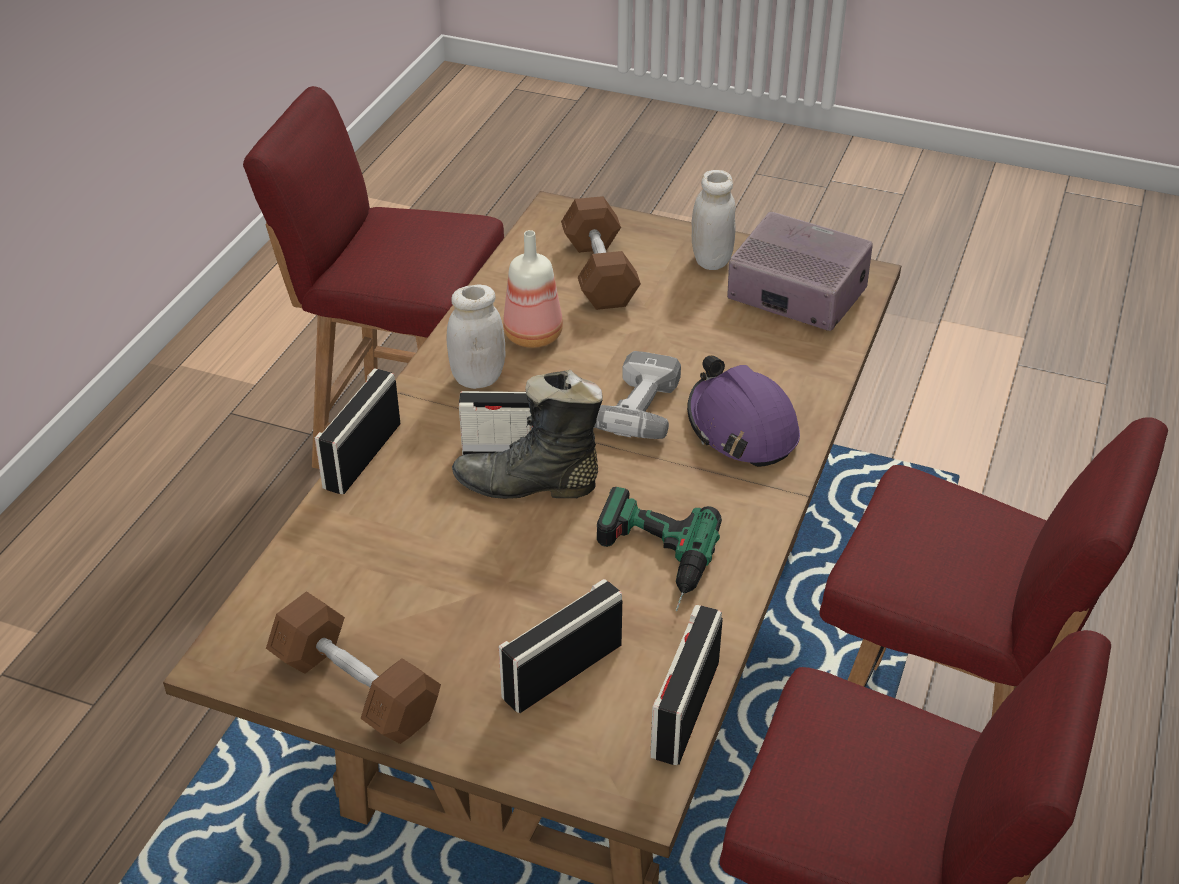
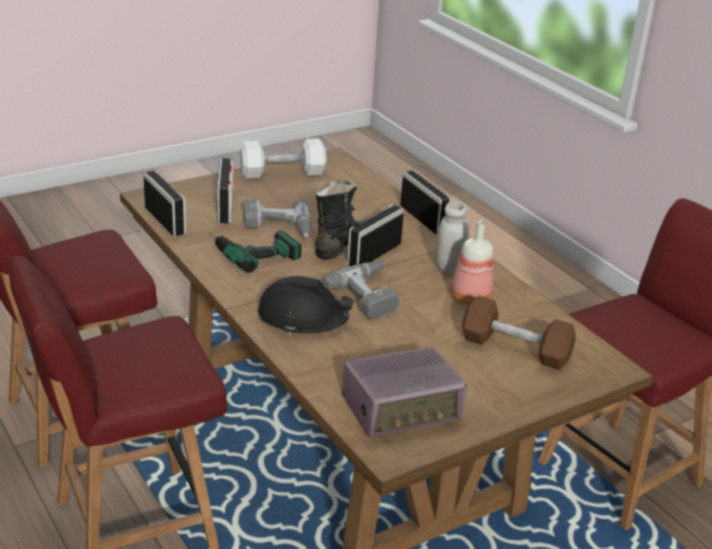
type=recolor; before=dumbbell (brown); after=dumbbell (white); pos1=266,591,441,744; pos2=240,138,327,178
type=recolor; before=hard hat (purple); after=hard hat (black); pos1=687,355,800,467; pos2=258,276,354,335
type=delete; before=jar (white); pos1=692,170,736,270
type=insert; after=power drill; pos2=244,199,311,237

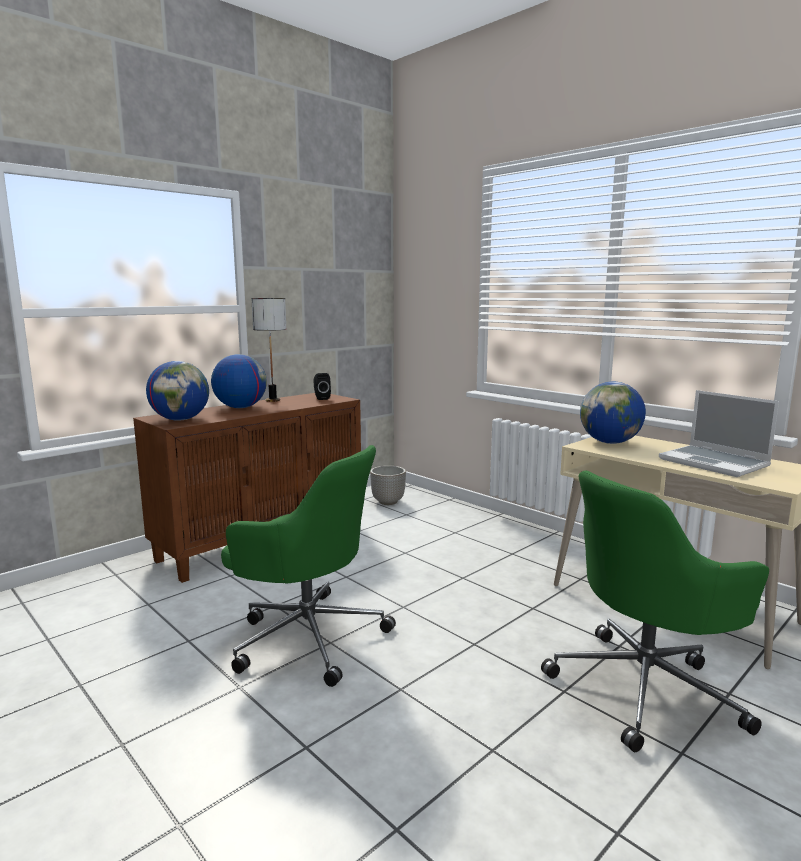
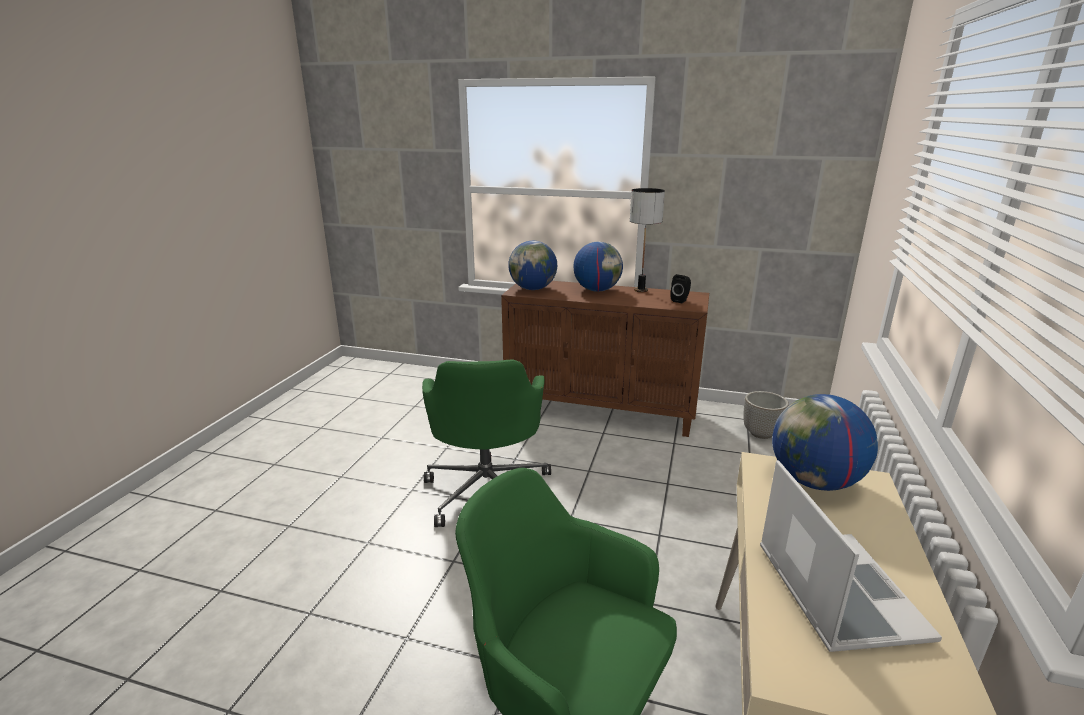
type=rotate; before=laptop; pos1=659,390,779,477; pos2=760,460,942,652; turn=150

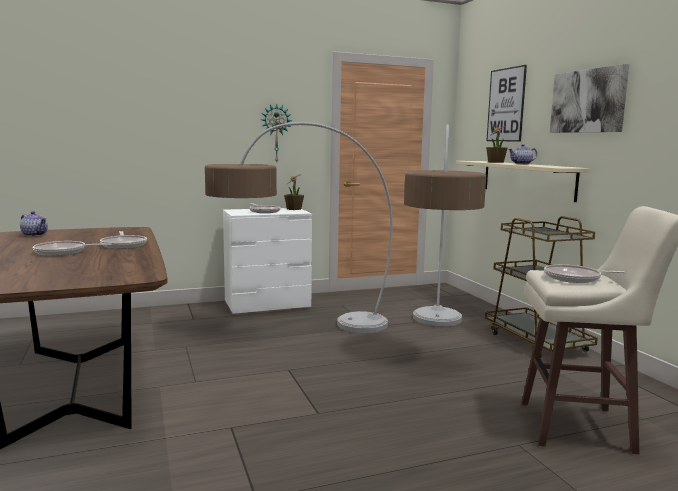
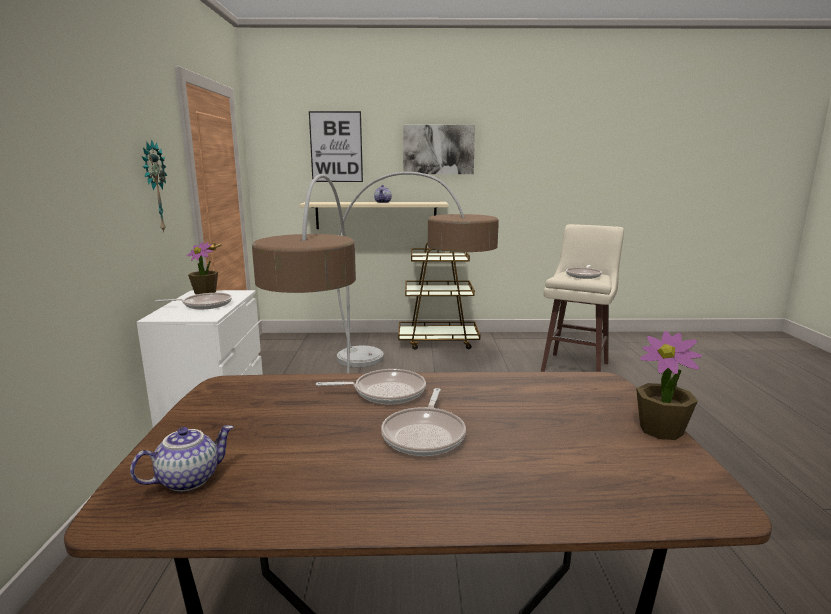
type=move; before=potted plant; pos1=486,125,508,163; pos2=636,331,702,440

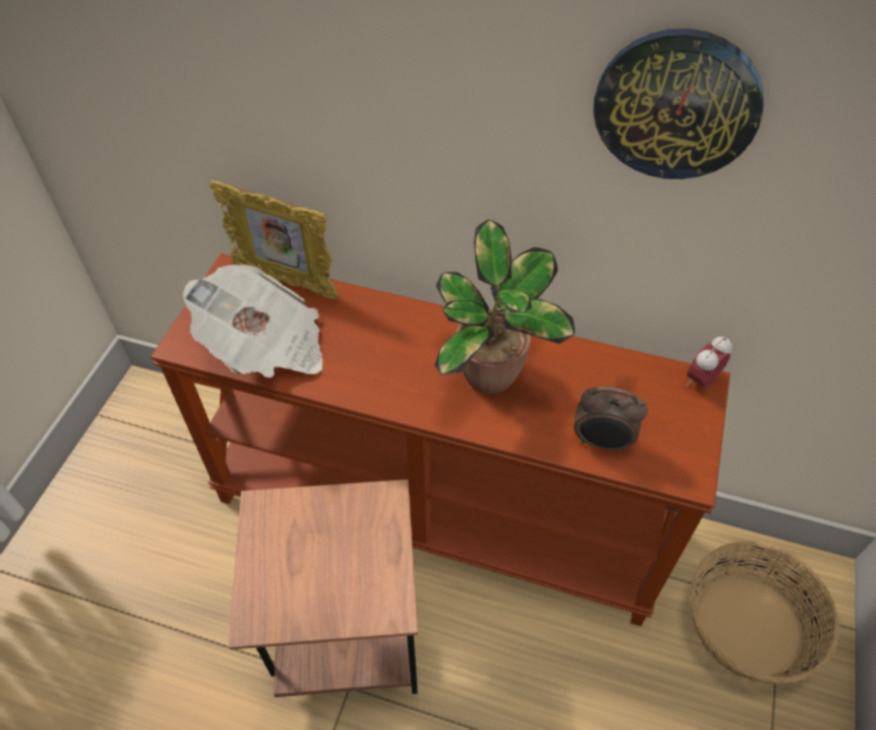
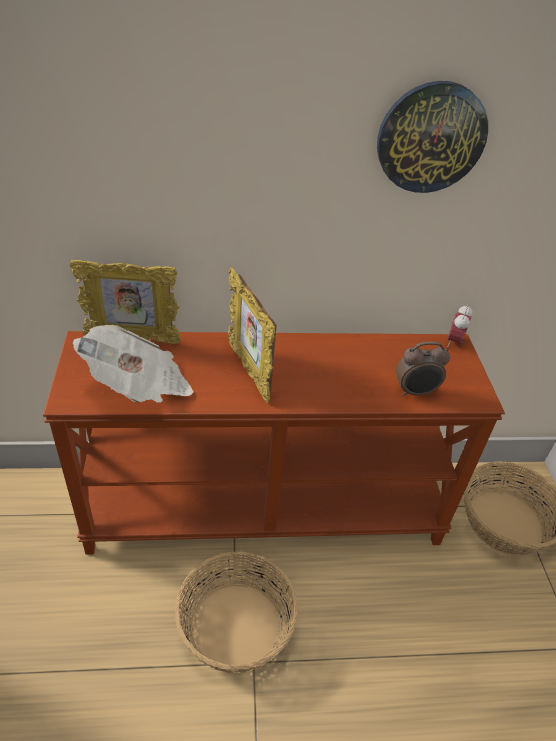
type=replace; before=side table (brown); after=basket; pos1=229,479,418,697; pos2=175,552,298,673
type=delete; before=potted plant; pos1=435,220,575,394
type=insert; after=picture frame; pos2=228,267,277,403

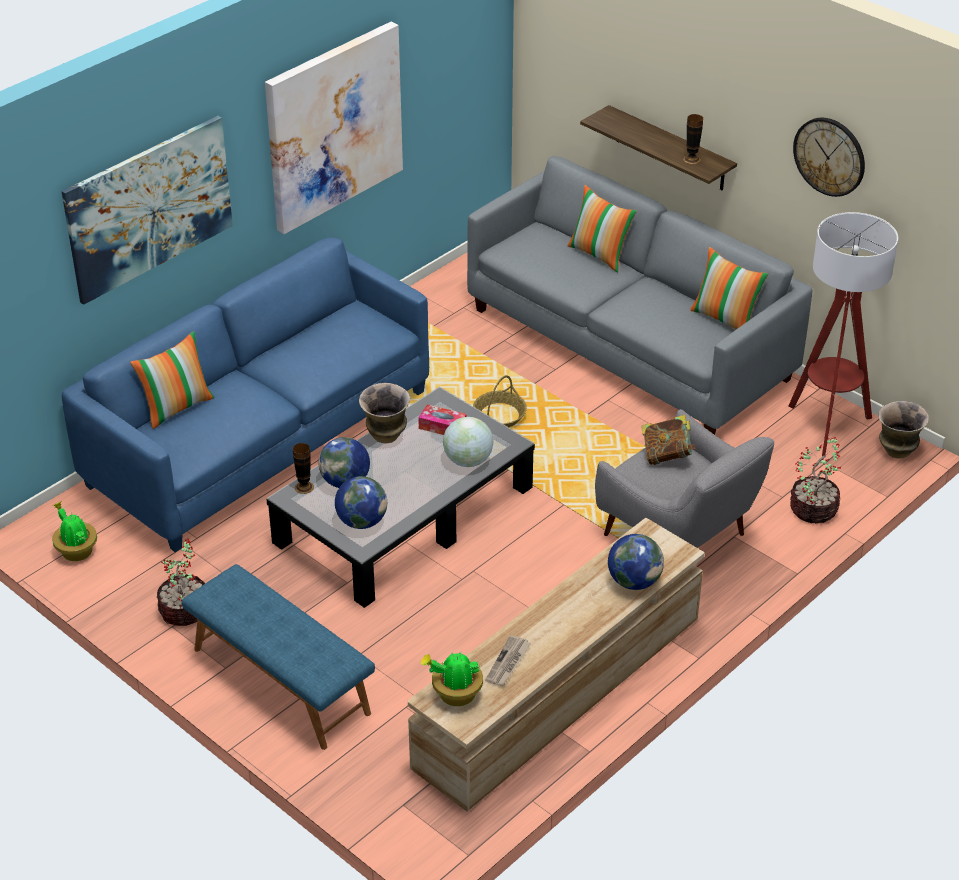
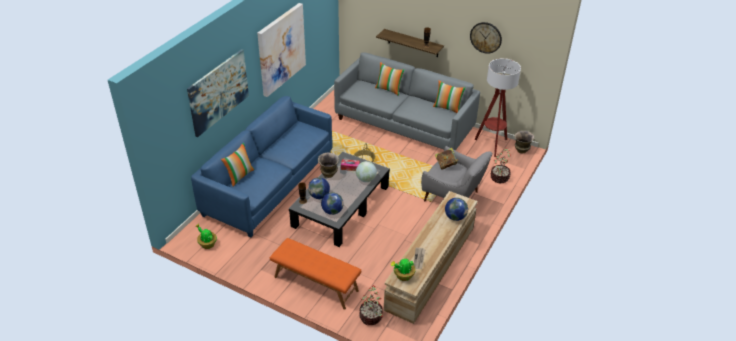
type=move; before=potted plant; pos1=157,539,205,626; pos2=359,285,383,325
type=recolor; before=bench (blue); after=bench (orange); pos1=182,564,375,750; pos2=270,238,361,310

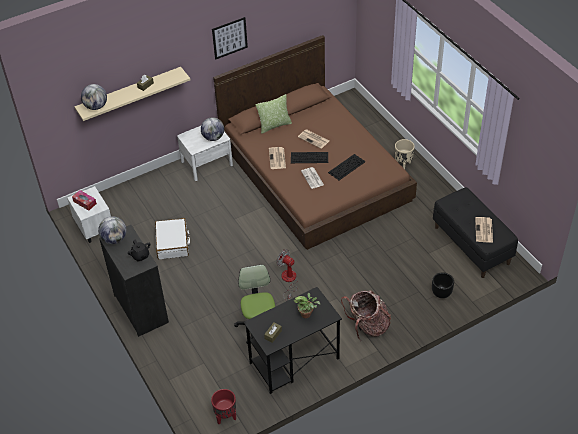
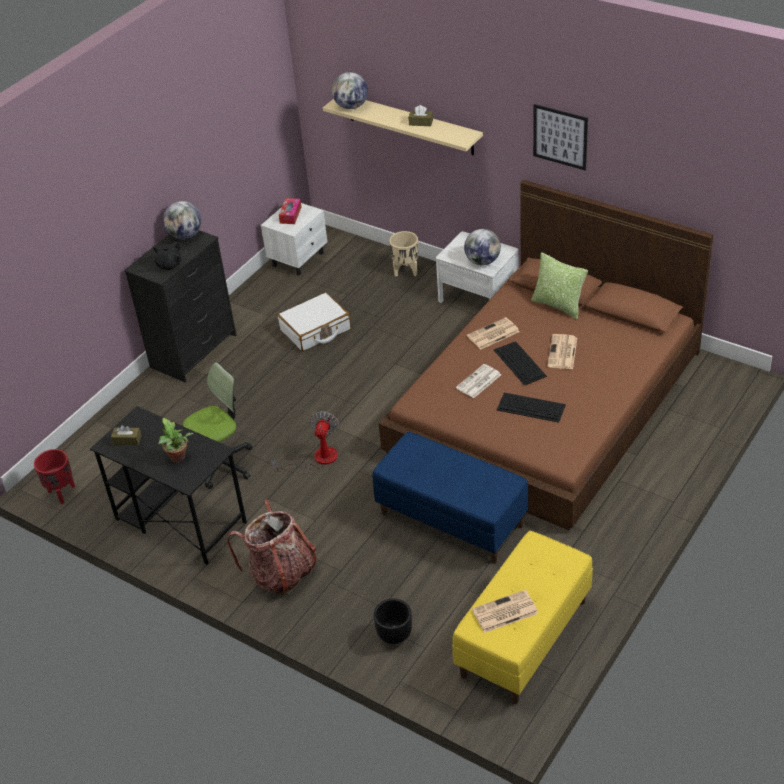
type=move; before=planter (beige); pos1=395,139,415,169; pos2=389,231,418,276
type=recolor; before=bench (black); after=bench (yellow); pos1=433,187,518,278; pos2=452,531,593,704
type=insert; after=bench (blue); pos2=372,432,528,564

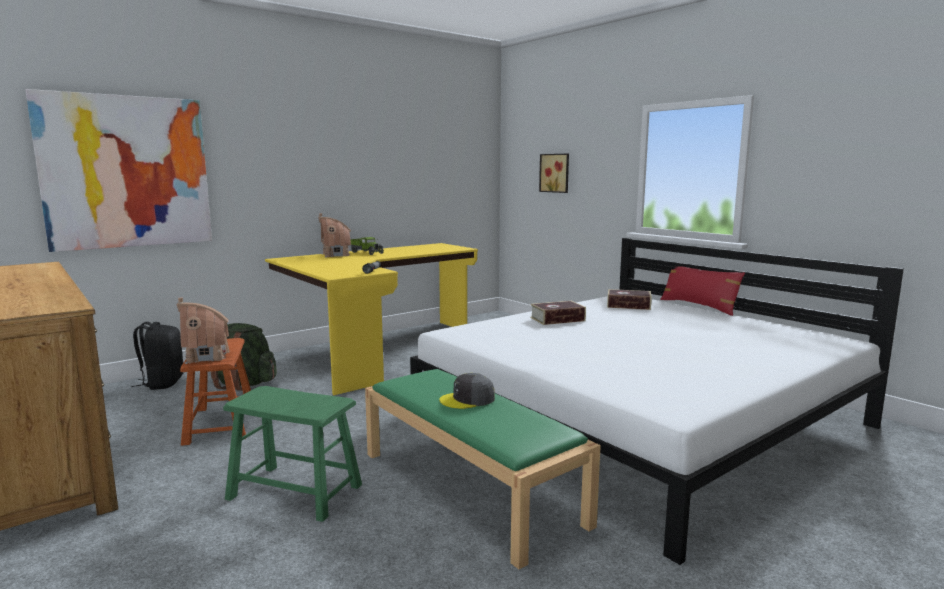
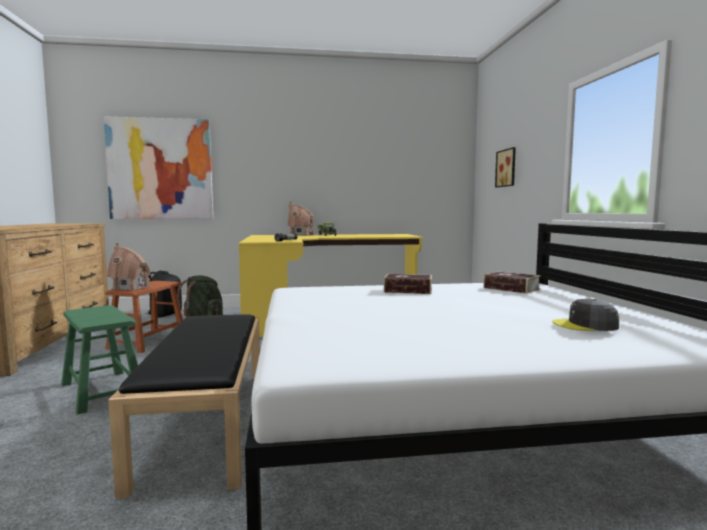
type=recolor; before=bench (green); after=bench (black); pos1=365,369,601,569; pos2=108,314,260,499
type=move; before=cap (grey); pos1=439,373,495,409; pos2=552,299,619,331
type=delete; before=pillow (red); pos1=660,266,745,316

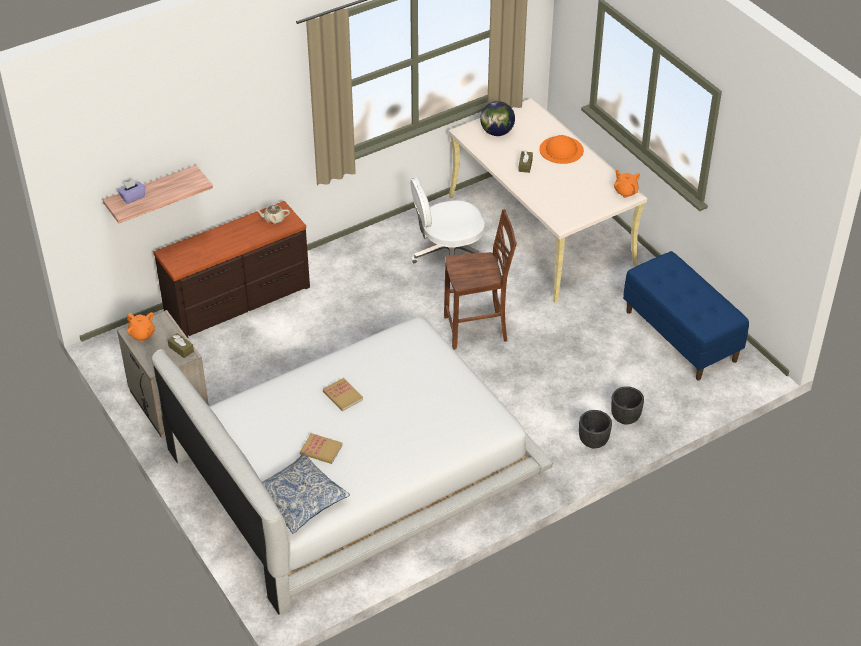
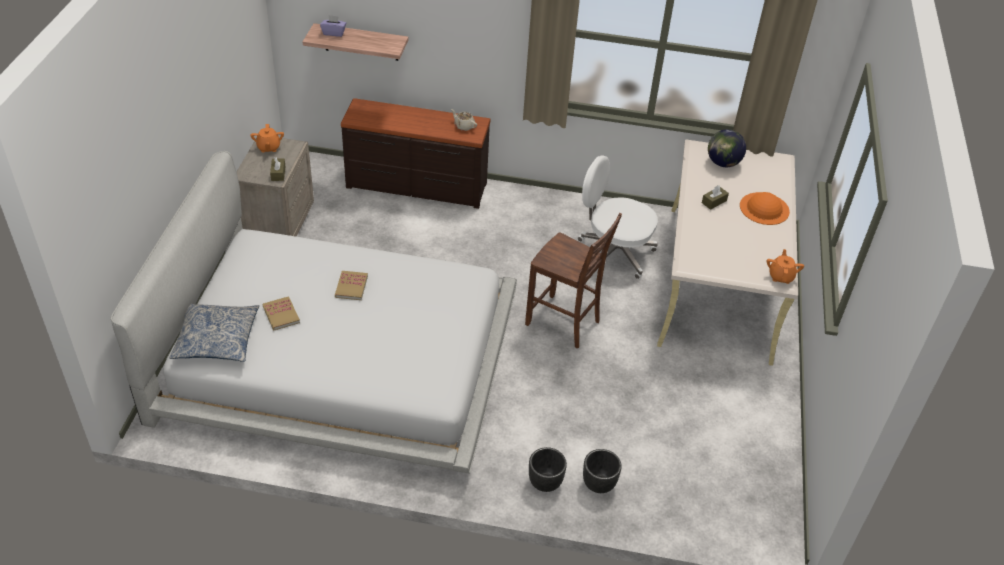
type=delete; before=bench (blue); pos1=623,251,749,381

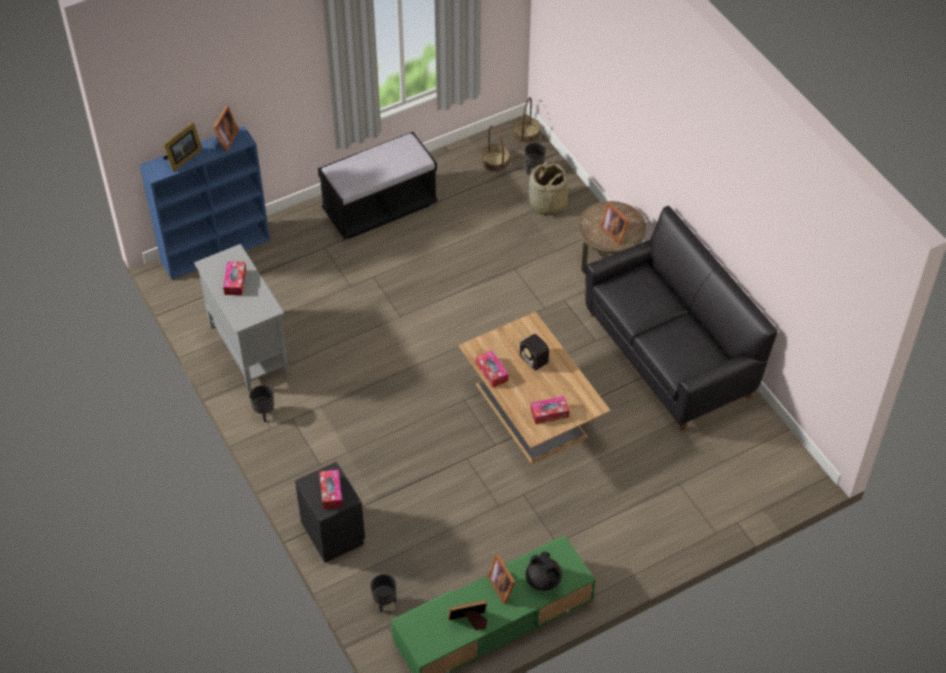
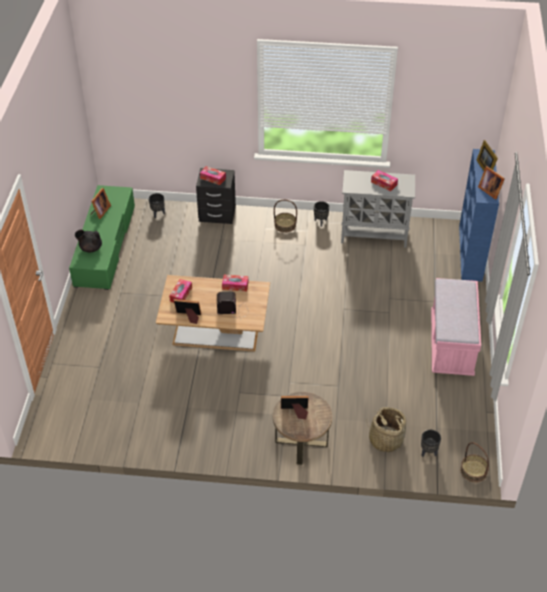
type=recolor; before=bench (black); after=bench (pink); pos1=318,132,438,239; pos2=431,278,481,376
type=move; before=basket; pos1=481,125,510,172; pos2=274,199,297,233
type=move; before=picture frame; pos1=487,554,515,604; pos2=174,299,201,324
type=delete; before=sofa (black); pos1=585,206,778,431

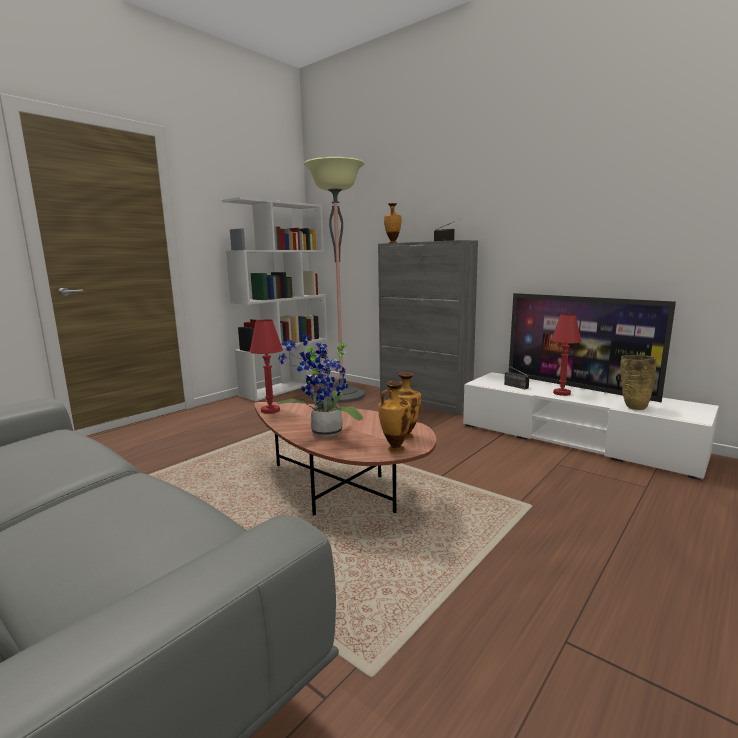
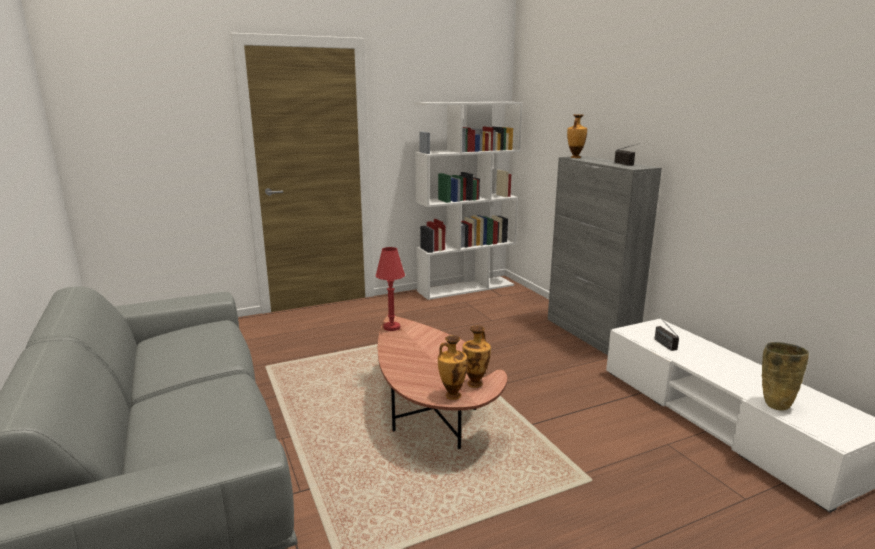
type=delete; before=potted plant; pos1=277,334,363,437
type=delete; before=floor lamp; pos1=304,157,365,403
type=delete; before=television; pos1=509,293,676,402
type=delete; before=table lamp (red); pos1=551,314,581,396

